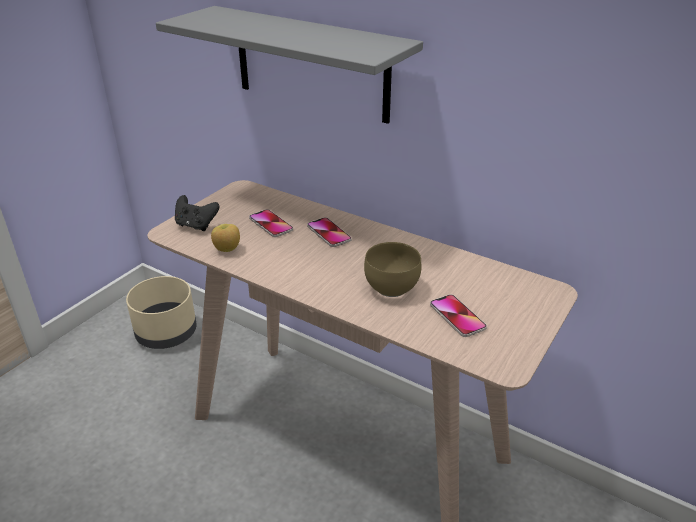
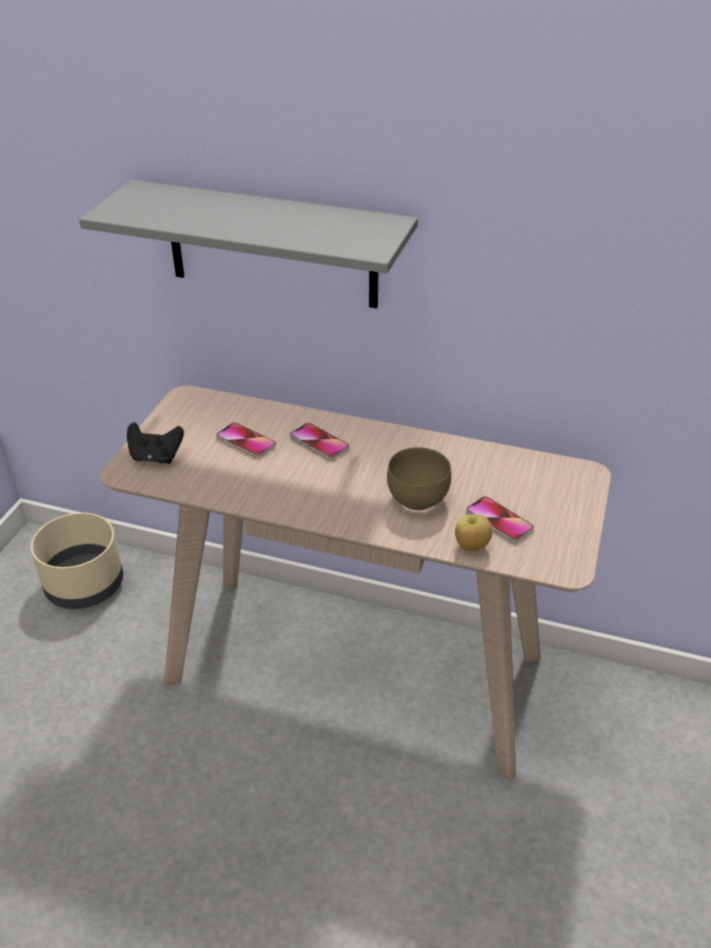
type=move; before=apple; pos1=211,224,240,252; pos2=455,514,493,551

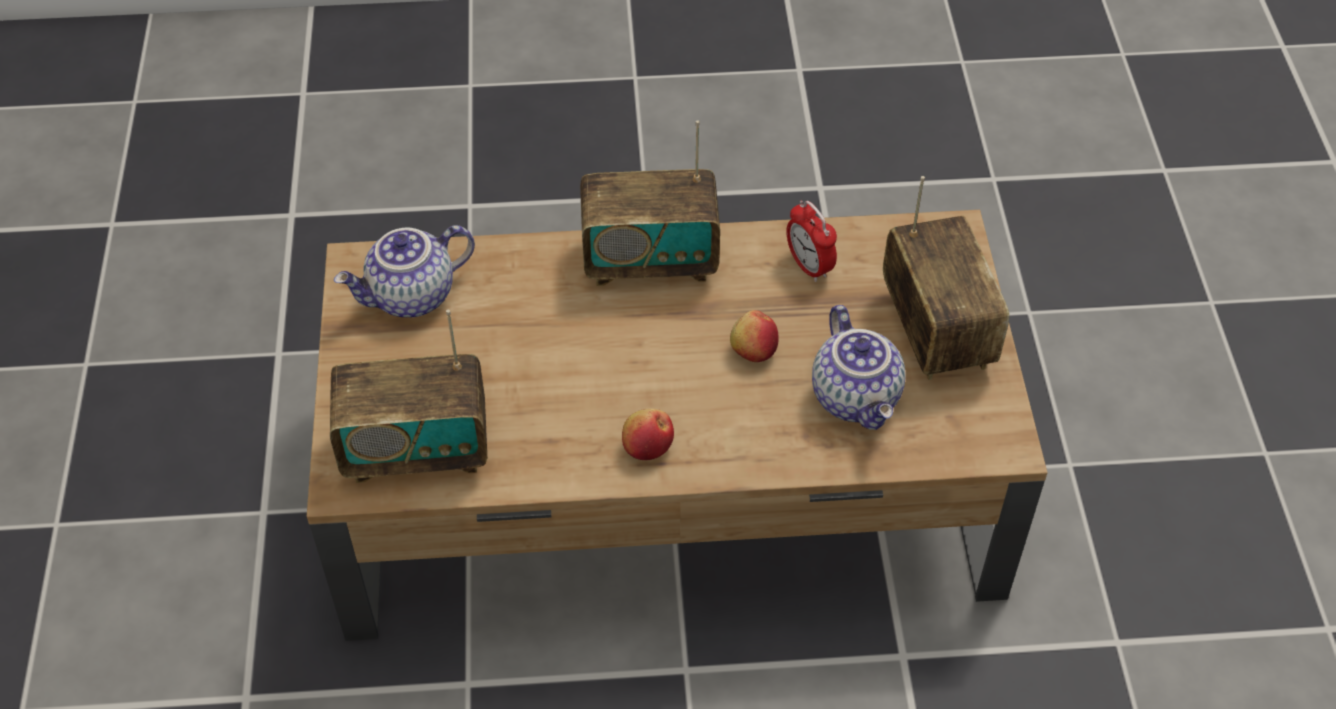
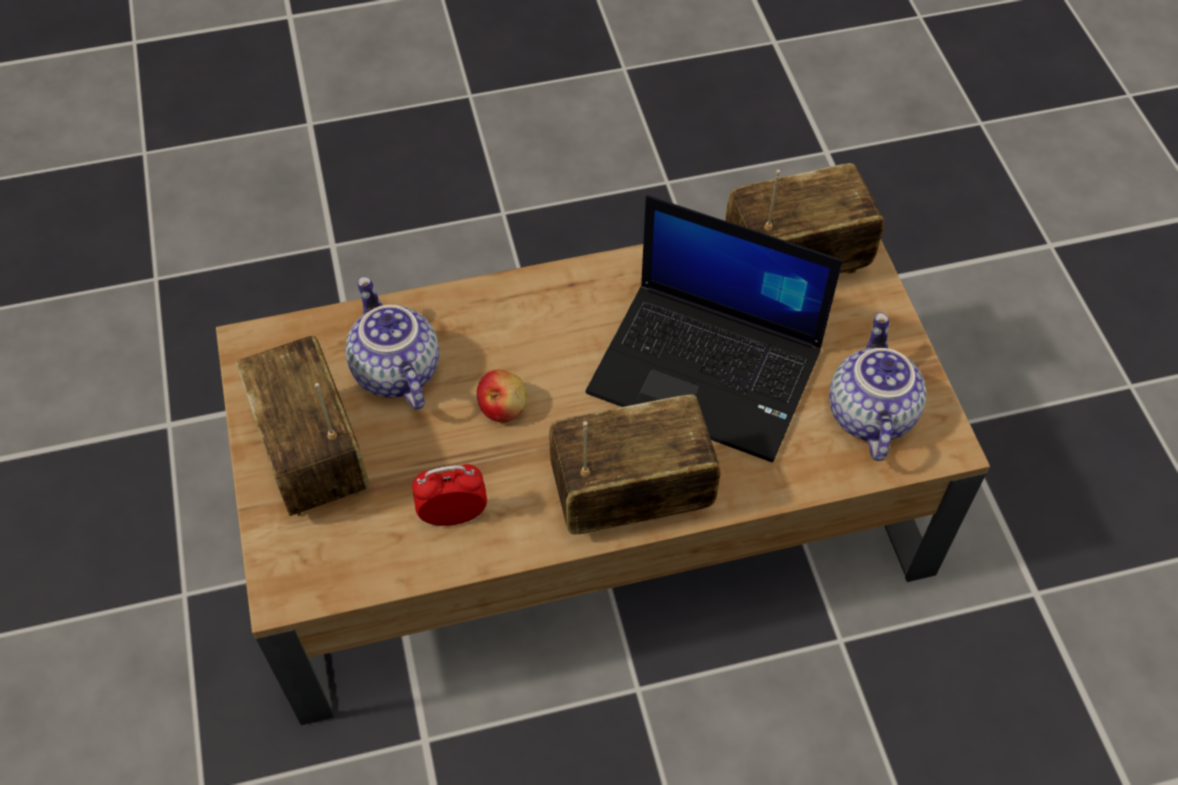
type=rotate; before=teapot; pos1=334,225,475,317; pos2=829,313,926,461; turn=-45
type=delete; before=apple; pos1=622,408,674,460
type=rotate; before=alarm clock; pos1=786,201,837,282; pos2=412,464,487,527; turn=-60
type=insert; after=laptop; pos2=586,195,842,462

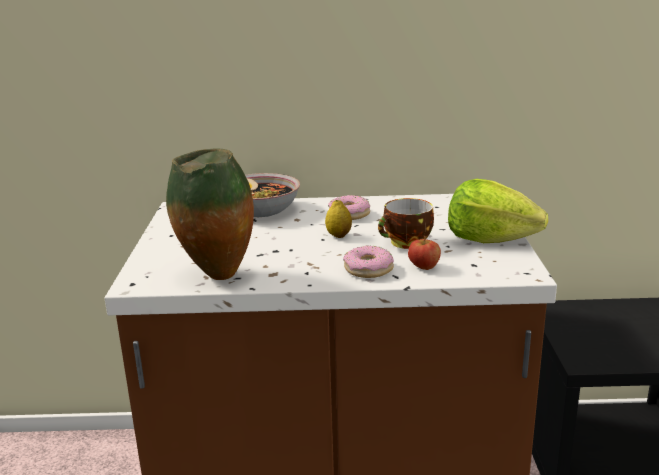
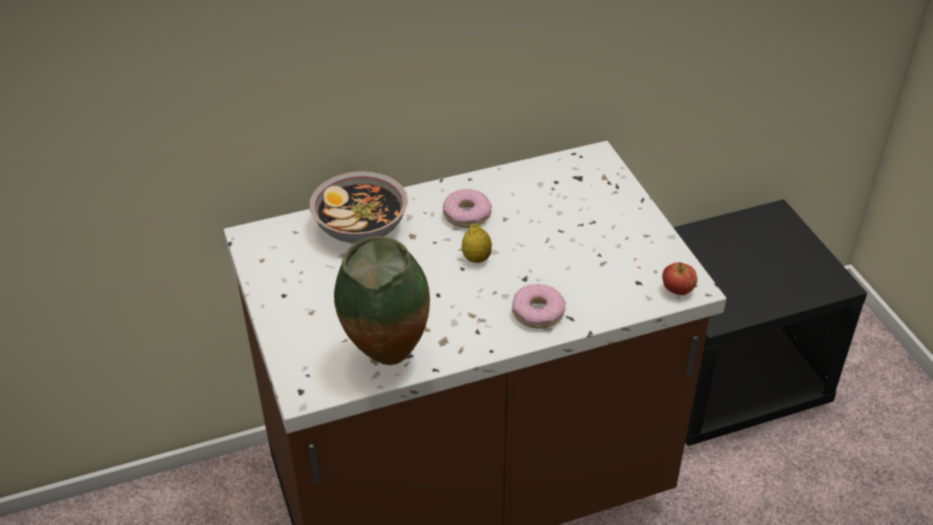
type=delete; before=cup; pos1=378,198,434,249
type=move; before=apple; pos1=408,235,441,270; pos2=662,262,697,295
type=delete; before=lettuce; pos1=448,179,548,243

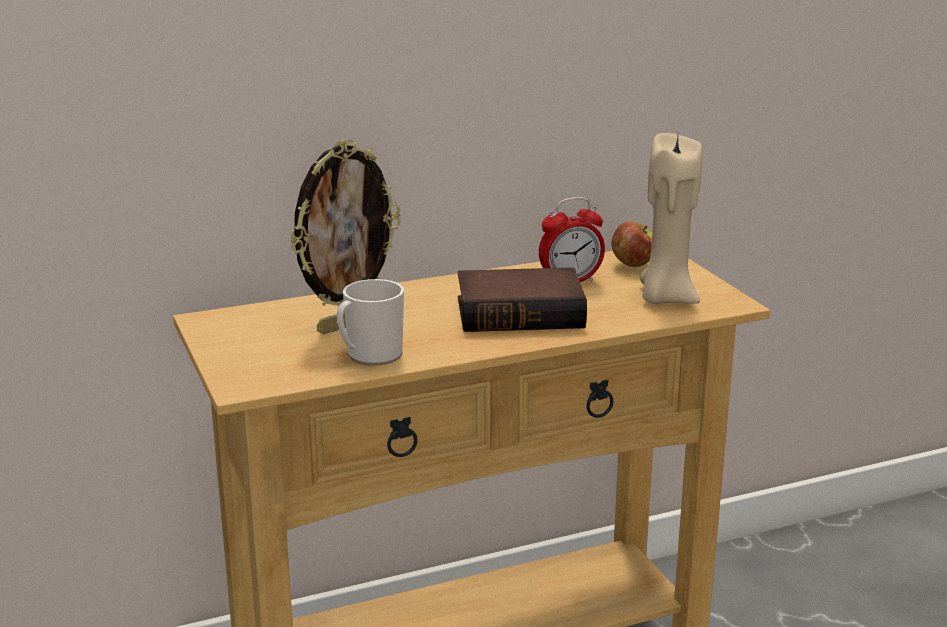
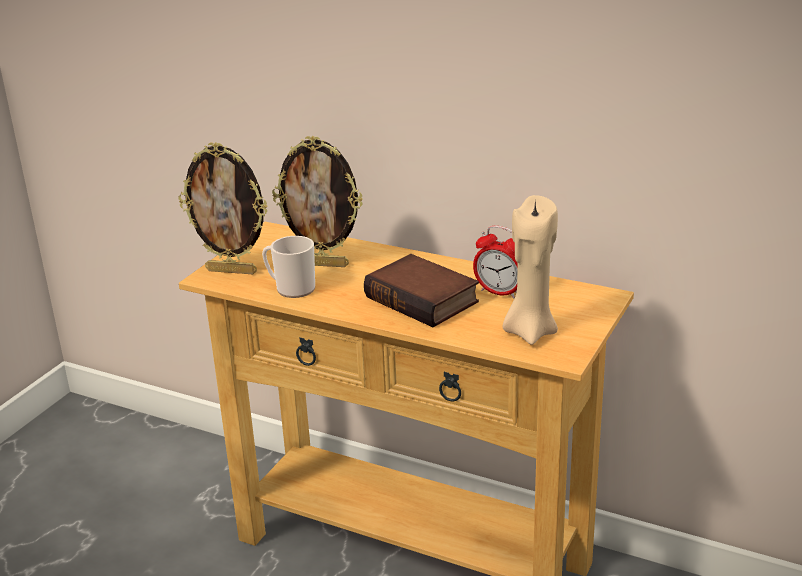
type=delete; before=apple; pos1=611,221,652,267
type=insert; after=picture frame; pos2=178,142,268,274

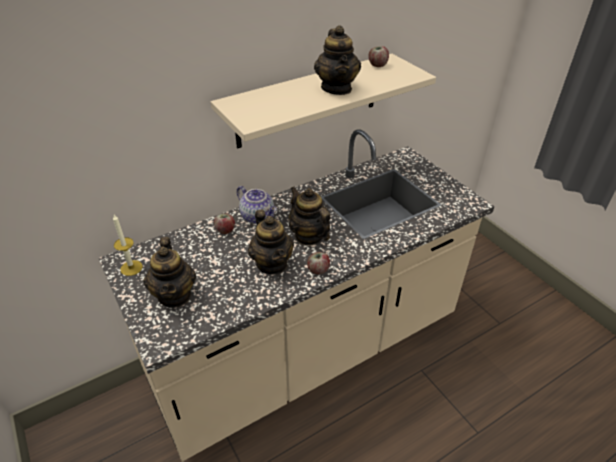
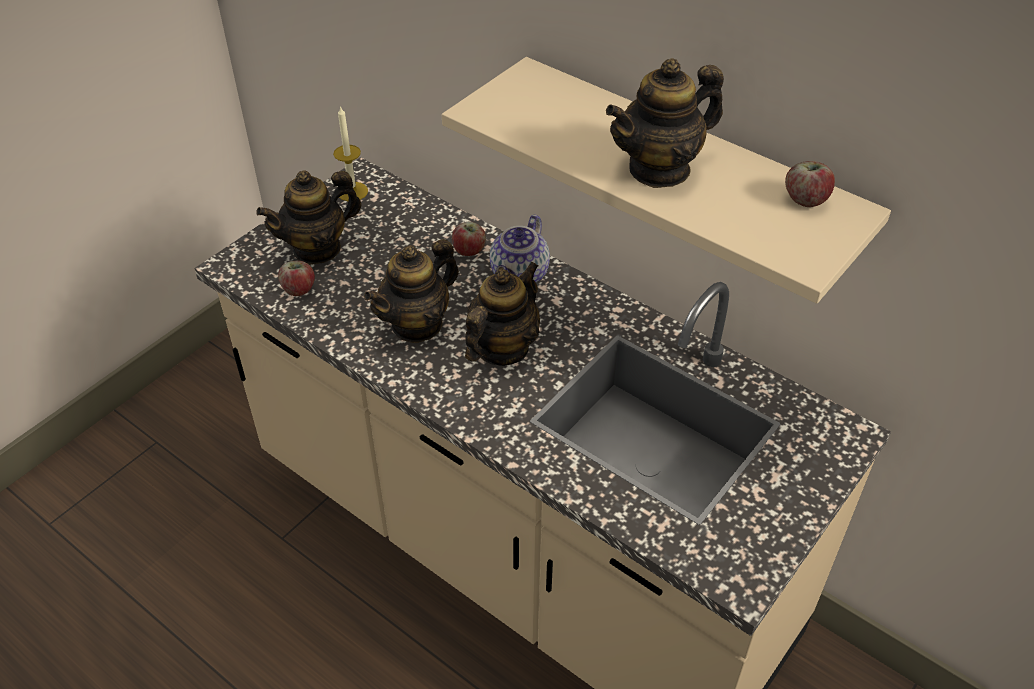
type=move; before=apple; pos1=307,252,330,274; pos2=278,261,315,296

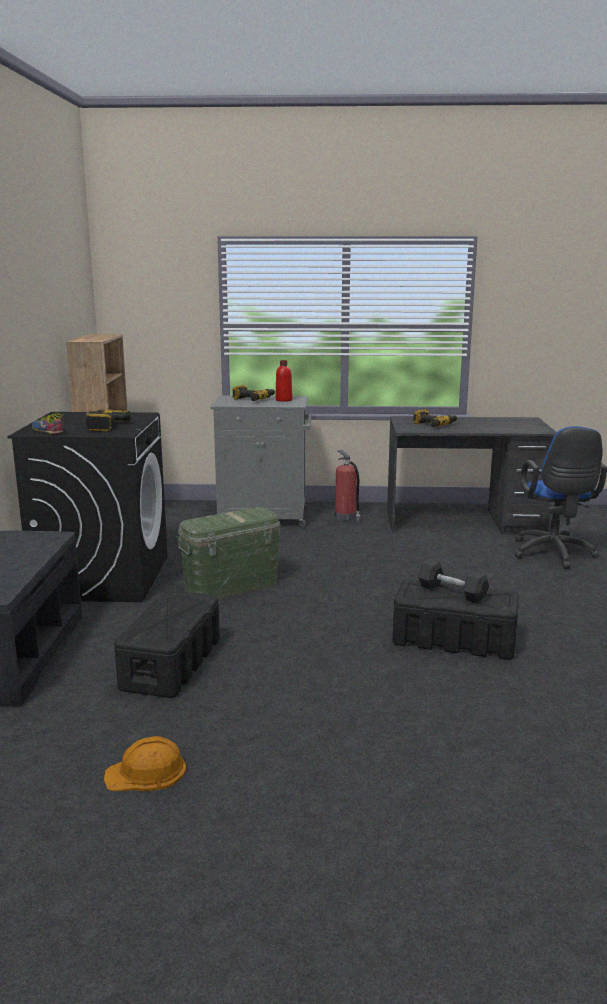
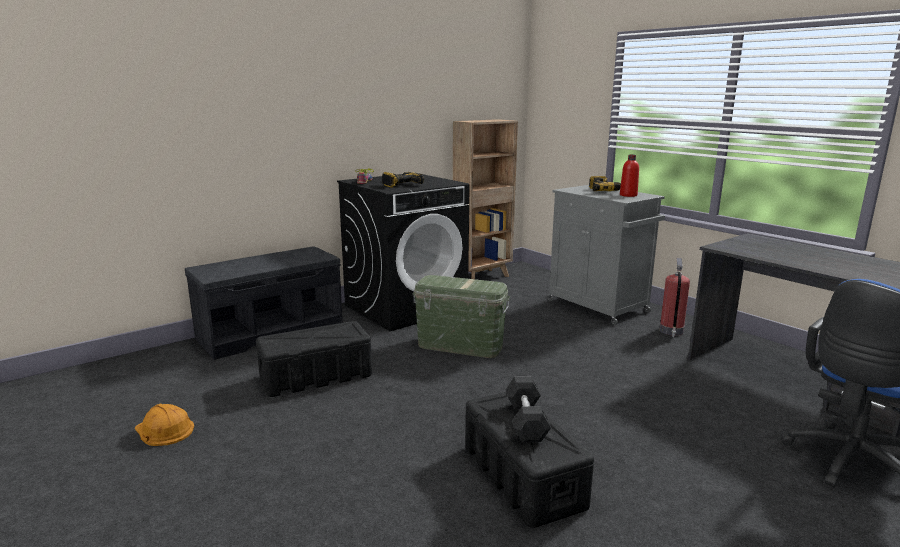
type=delete; before=power drill; pos1=413,409,458,427

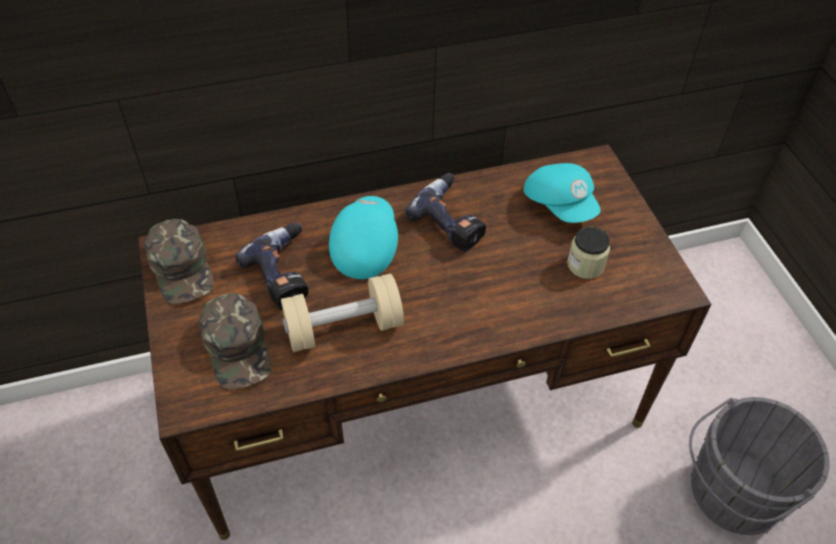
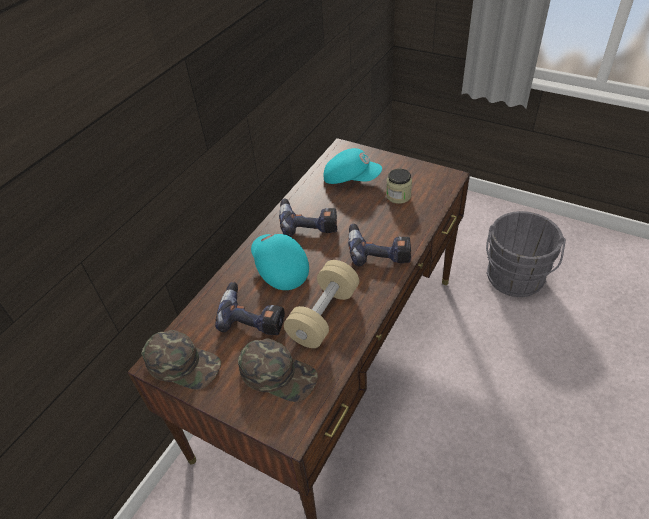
type=insert; after=power drill; pos2=348,224,411,266

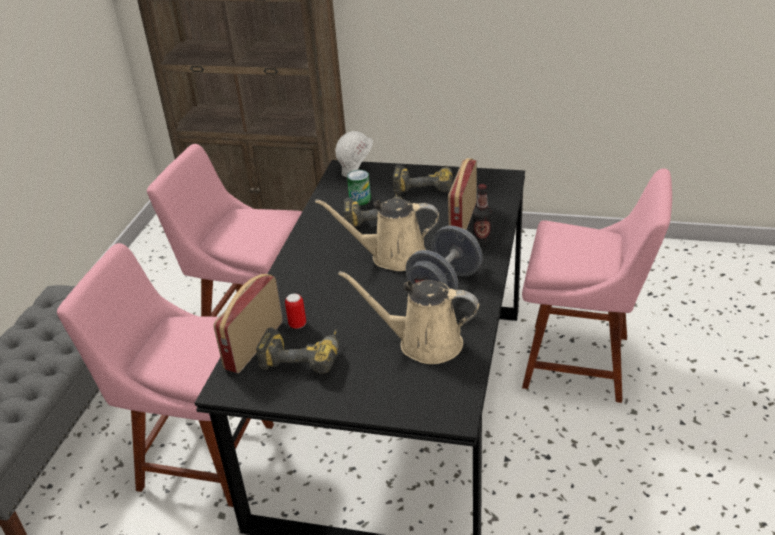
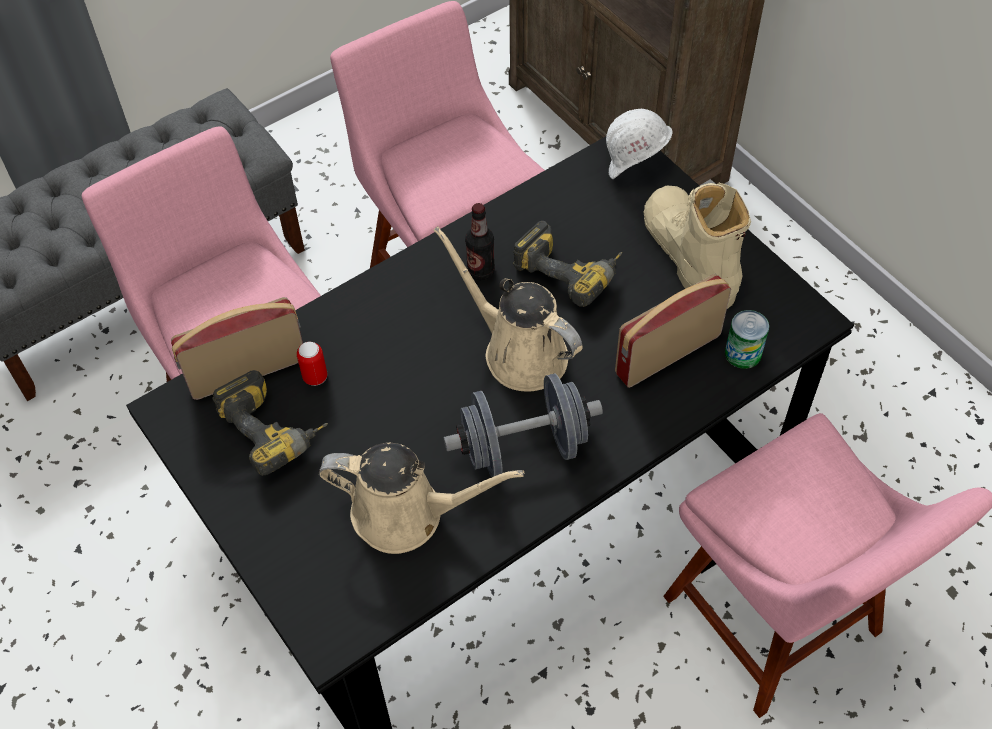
type=rotate; before=watering can (beige); pos1=338,271,479,364; pos2=319,443,524,554; turn=135
type=move; before=can; pos1=347,170,371,206; pos2=725,310,769,369
type=replace; before=power drill; after=boot (beige); pos1=393,165,453,195; pos2=644,182,751,309
type=move; before=bottle; pos1=473,184,492,246; pos2=465,203,495,280

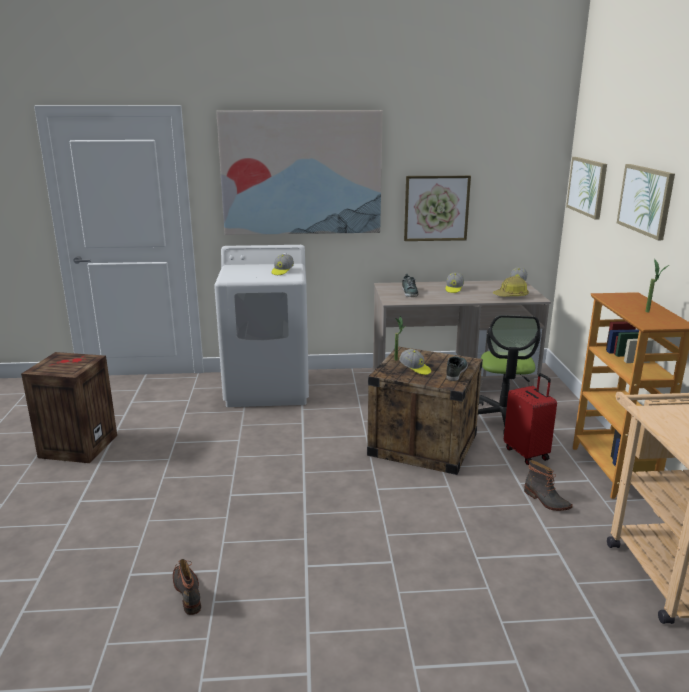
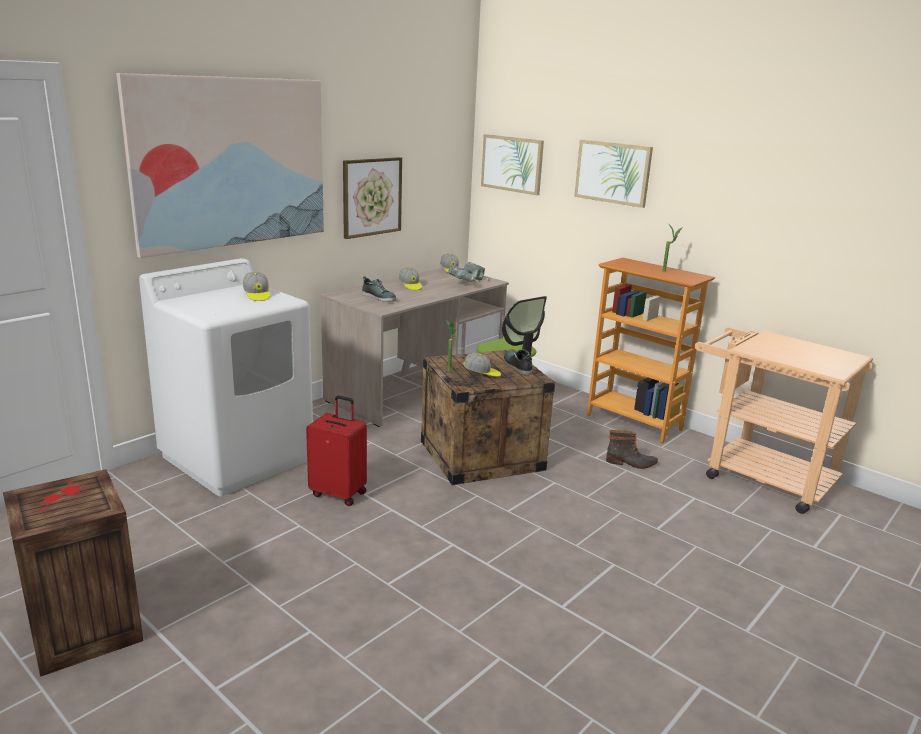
type=delete; before=boot; pos1=173,559,201,615
type=replace; before=hard hat; after=power drill; pos1=493,276,529,297; pos2=448,262,490,282
type=move; before=suitcase (red); pos1=504,373,557,465; pos2=306,395,367,506

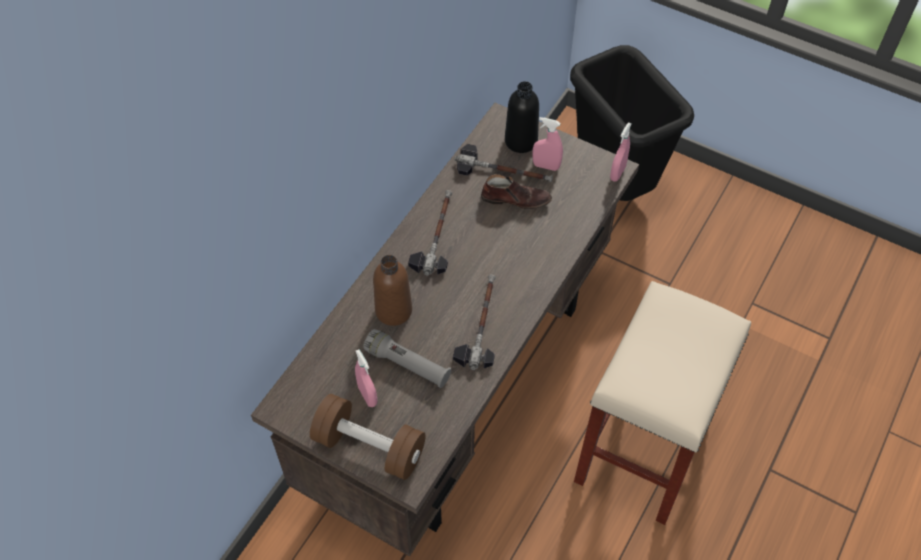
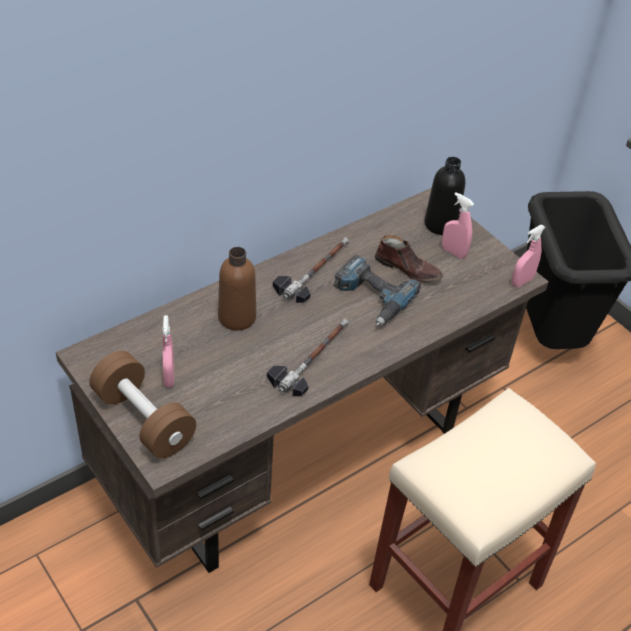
type=delete; before=flashlight (grey); pos1=363,329,451,388
type=delete; before=hammer; pos1=454,144,553,182
type=insert; after=power drill; pos2=333,255,421,326

